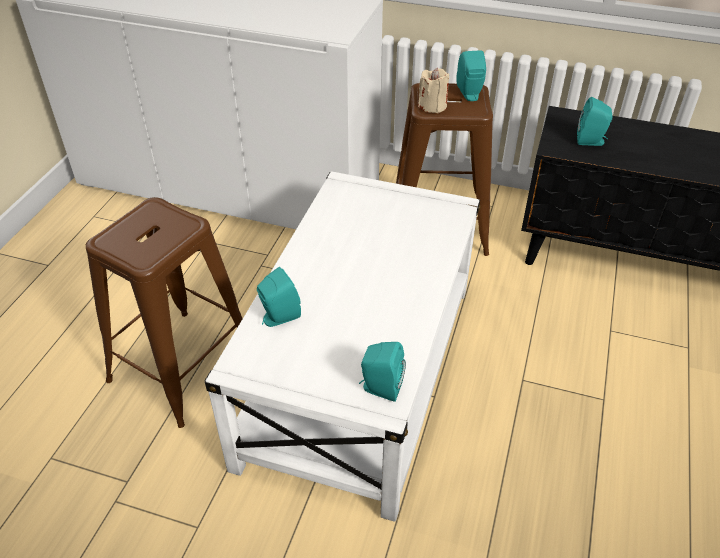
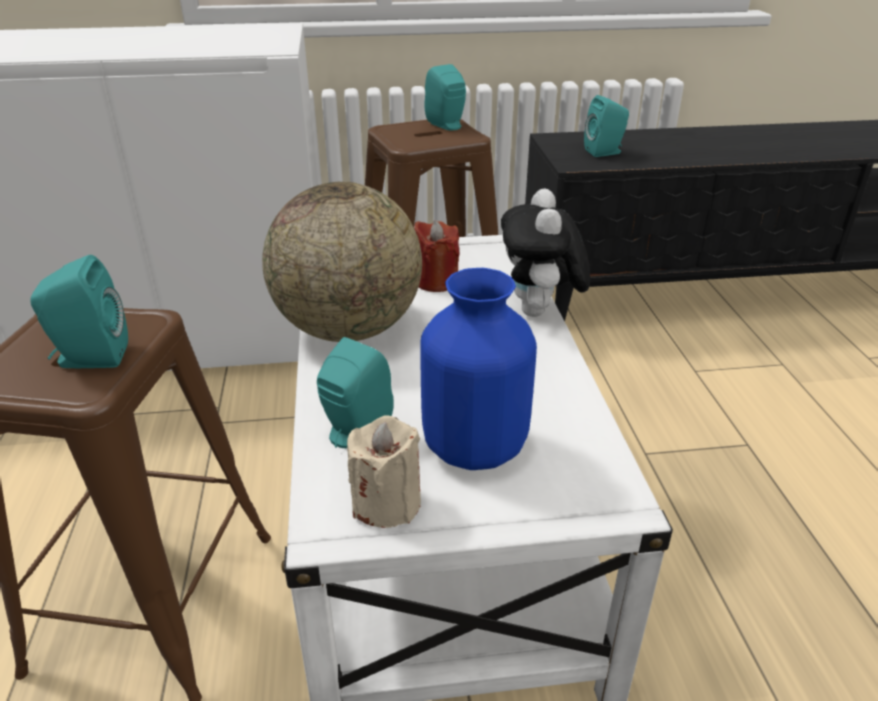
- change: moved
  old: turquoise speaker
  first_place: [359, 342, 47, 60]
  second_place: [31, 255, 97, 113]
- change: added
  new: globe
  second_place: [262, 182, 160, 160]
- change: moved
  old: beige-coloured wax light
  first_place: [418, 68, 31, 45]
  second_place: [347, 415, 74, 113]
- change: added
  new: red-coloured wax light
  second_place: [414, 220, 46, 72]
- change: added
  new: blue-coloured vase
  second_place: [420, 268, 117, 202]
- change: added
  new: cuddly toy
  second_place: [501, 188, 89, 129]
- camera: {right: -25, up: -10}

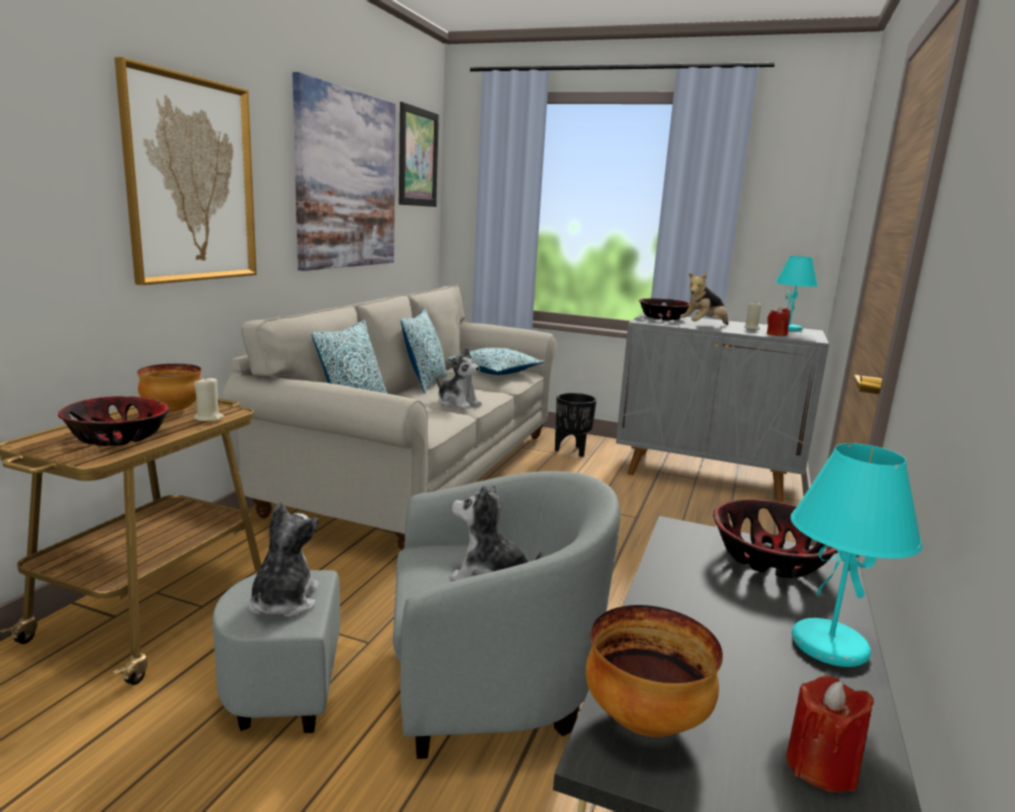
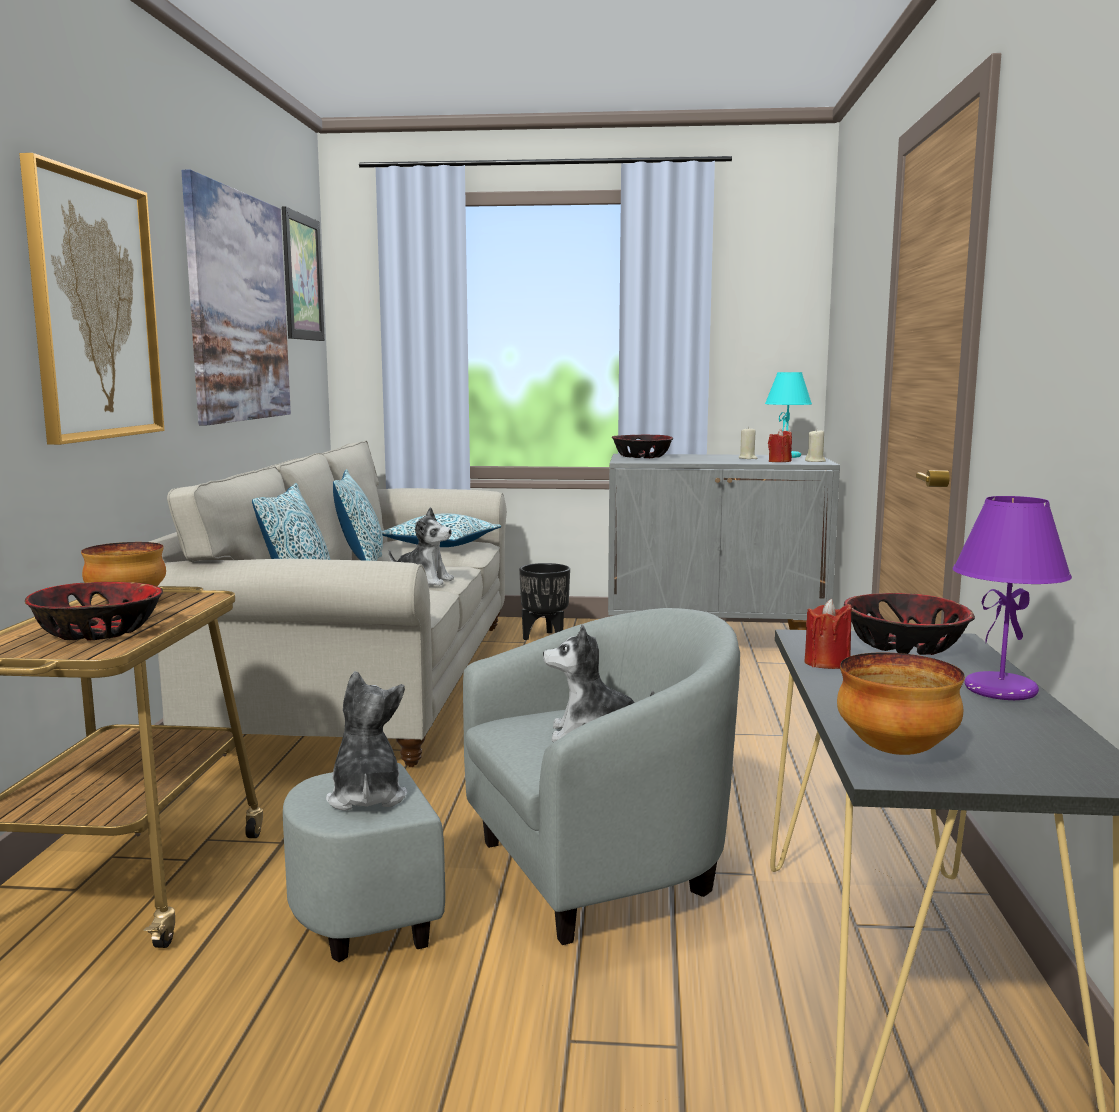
- change: moved
  old: beige-coloured wax light
  first_place: [194, 377, 30, 44]
  second_place: [805, 429, 21, 33]
- change: moved
  old: red-coloured wax light
  first_place: [786, 675, 88, 117]
  second_place: [805, 599, 47, 70]
- change: recoloured
  old: turquoise tabletop lamp
  new: purple tabletop lamp
  first_place: [790, 443, 133, 224]
  second_place: [953, 496, 119, 204]
- change: removed
  old: cuddly toy
  first_place: [680, 273, 48, 52]
- camera: {right: -15, up: -5}

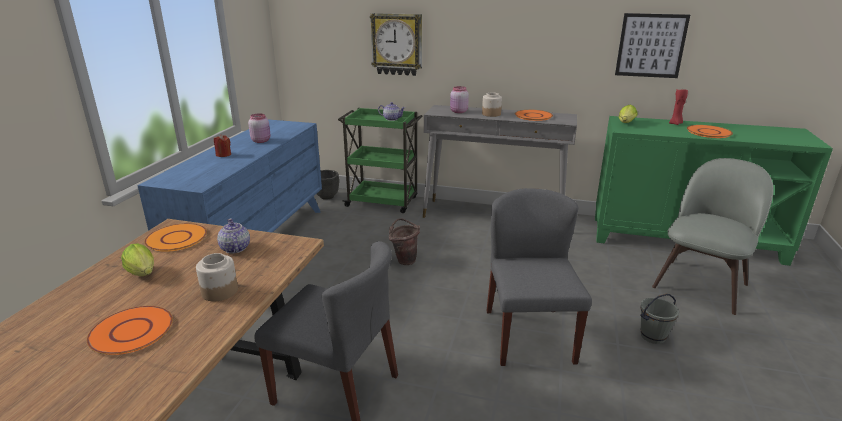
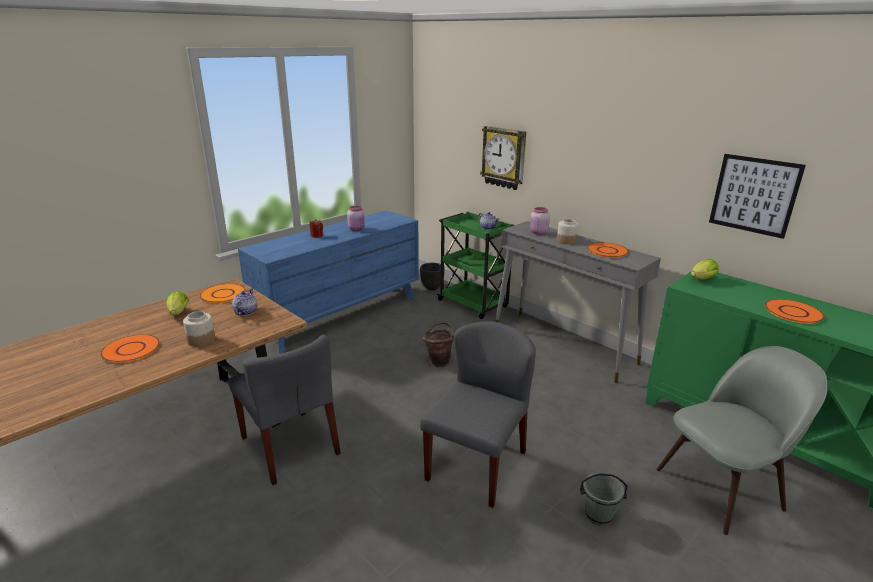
- change: removed
  old: red-coloured wax light
  first_place: [669, 89, 19, 36]
- camera: {right: 30, up: 0}

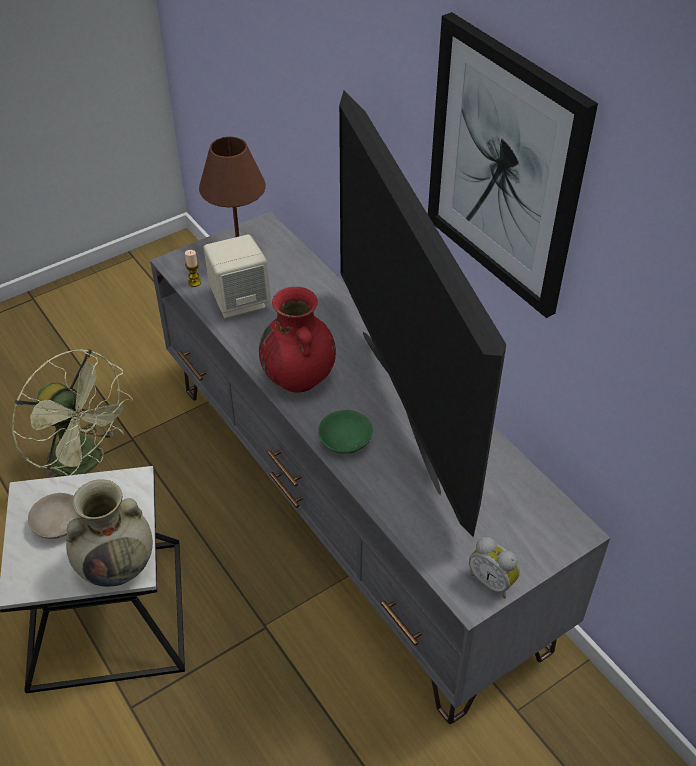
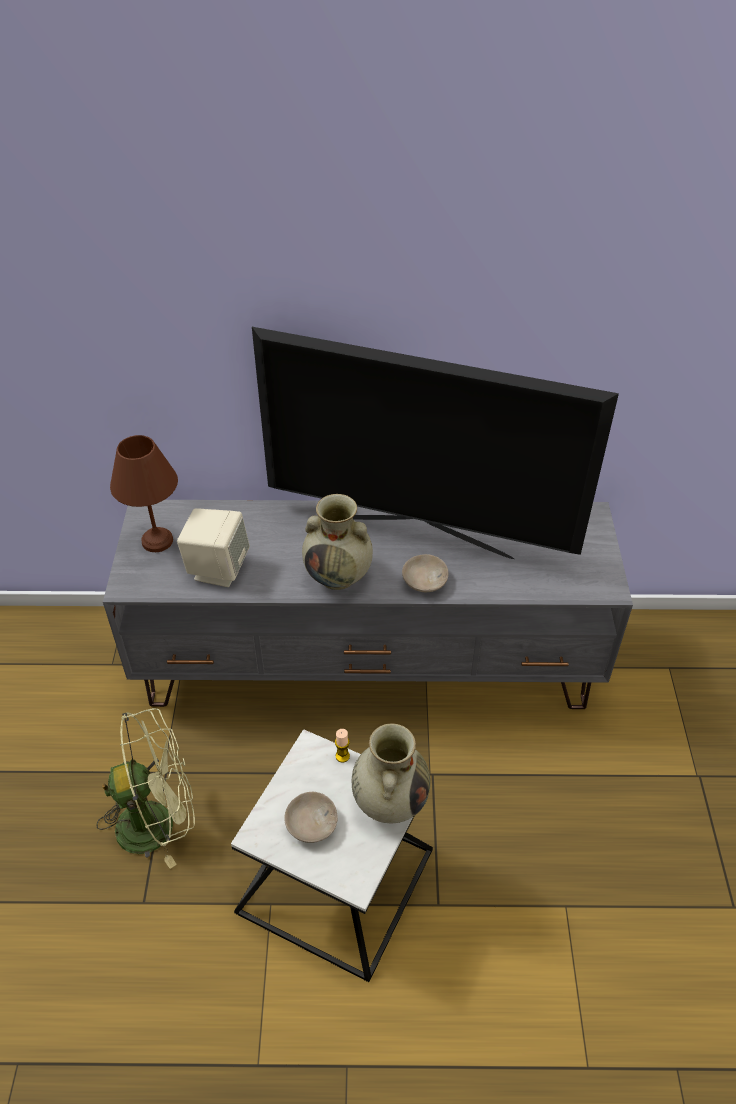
- change: recoloured
  old: red-coloured vase
  new: beige-coloured vase
  first_place: [259, 287, 77, 106]
  second_place: [302, 494, 71, 96]
- change: moved
  old: wax light
  first_place: [185, 250, 16, 37]
  second_place: [335, 729, 15, 34]
- change: recoloured
  old: green serving bowl
  new: beige-coloured serving bowl
  first_place: [318, 410, 55, 44]
  second_place: [402, 554, 46, 38]
- change: removed
  old: picture
  first_place: [428, 12, 170, 306]
- change: removed
  old: table clock
  first_place: [469, 537, 51, 61]
- camera: {right: -55, up: 0}

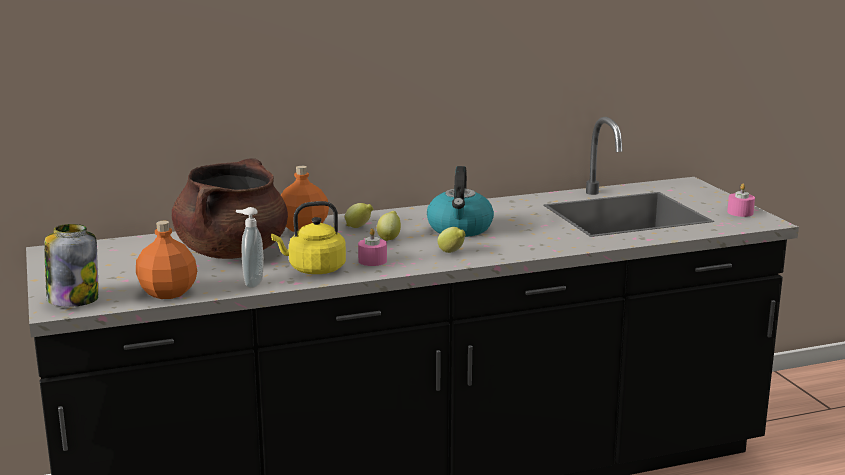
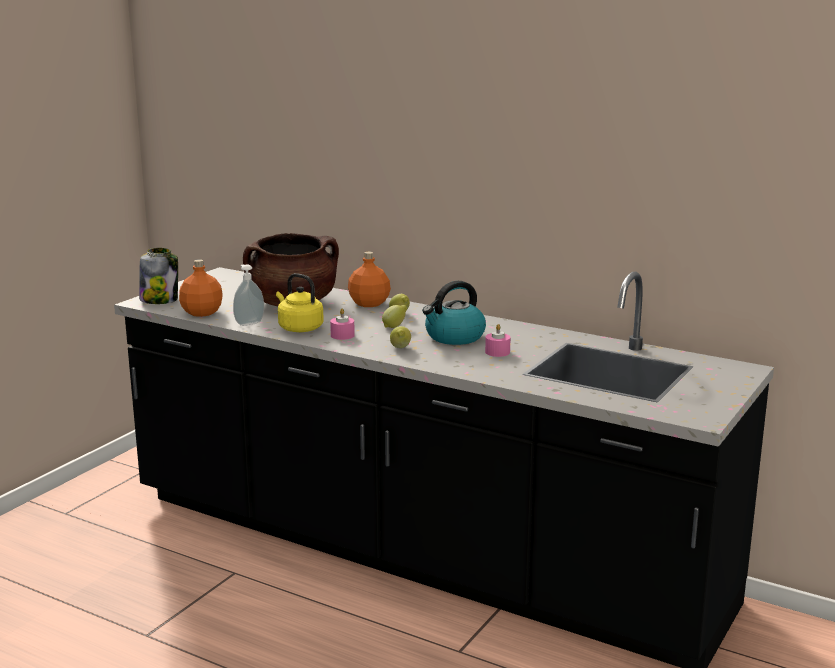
- change: moved
  old: pinkish wax light
  first_place: [727, 184, 28, 33]
  second_place: [485, 324, 26, 33]
- camera: {right: 50, up: 0}

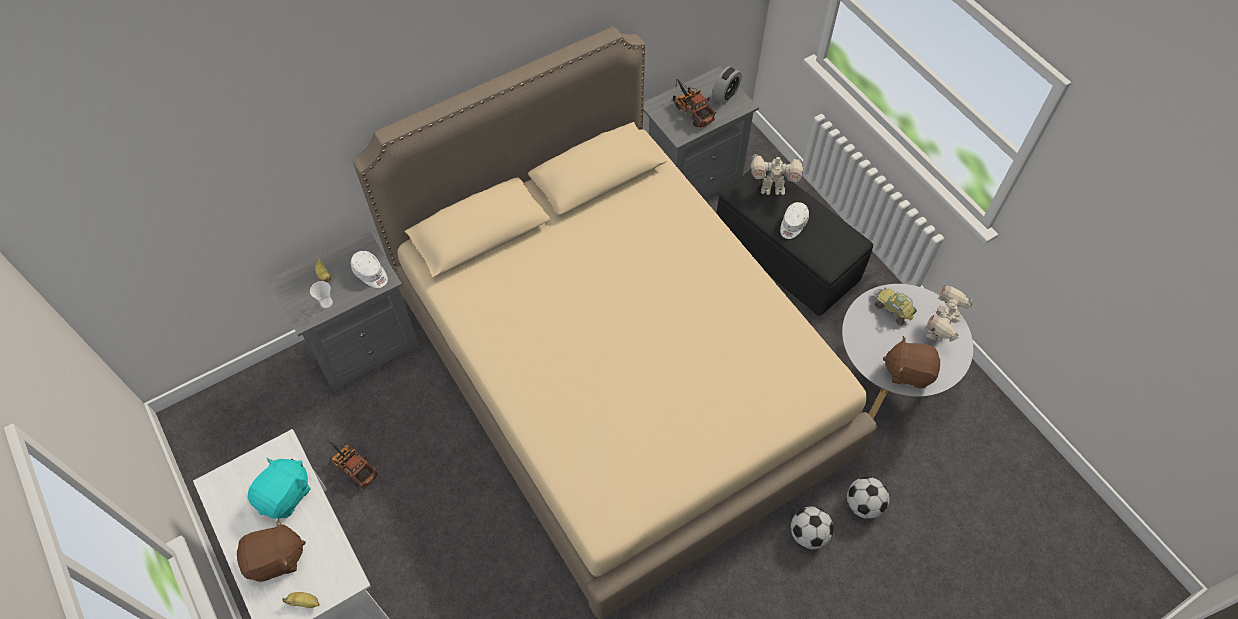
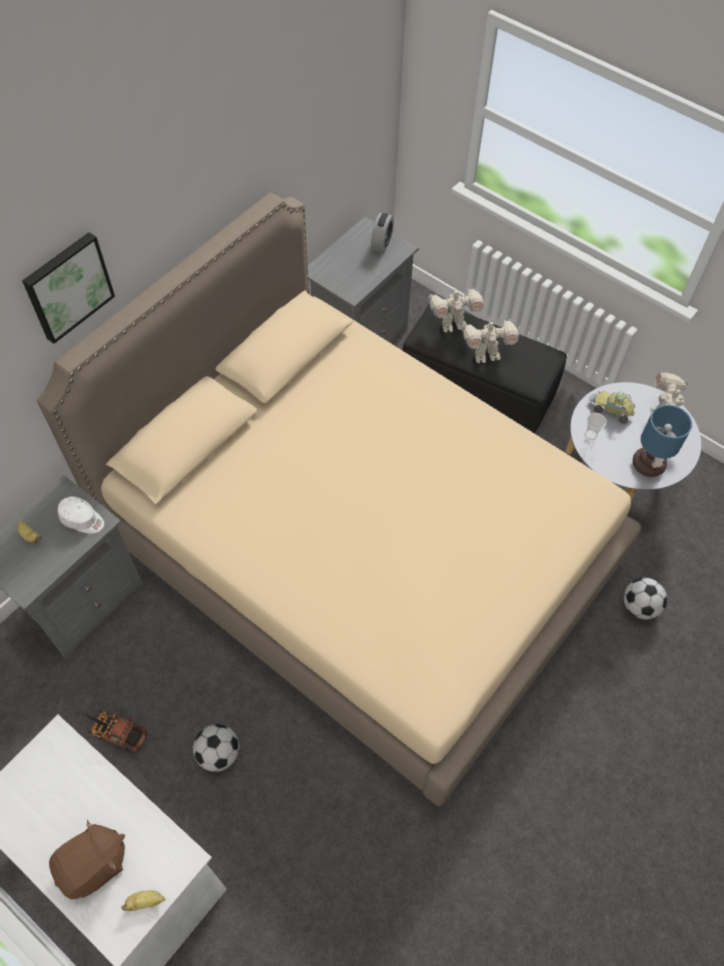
- change: added
  new: picture
  second_place: [22, 232, 93, 112]
- change: moved
  old: football ball
  first_place: [791, 506, 43, 43]
  second_place: [193, 724, 46, 48]
- change: replaced
  old: white-coloured baseball cap
  new: toy robot
  first_place: [780, 202, 29, 37]
  second_place: [462, 319, 57, 44]
- change: moved
  old: small cup
  first_place: [310, 281, 23, 28]
  second_place: [585, 413, 22, 27]
- change: replaced
  old: brown-coloured cuddly toy
  new: tabletop lamp
  first_place: [883, 336, 57, 52]
  second_place: [633, 405, 59, 72]
- change: removed
  old: turquoise cuddly toy
  first_place: [248, 457, 63, 62]
- change: removed
  old: toy lorry
  first_place: [673, 79, 43, 49]
- camera: {right: -20, up: 0}

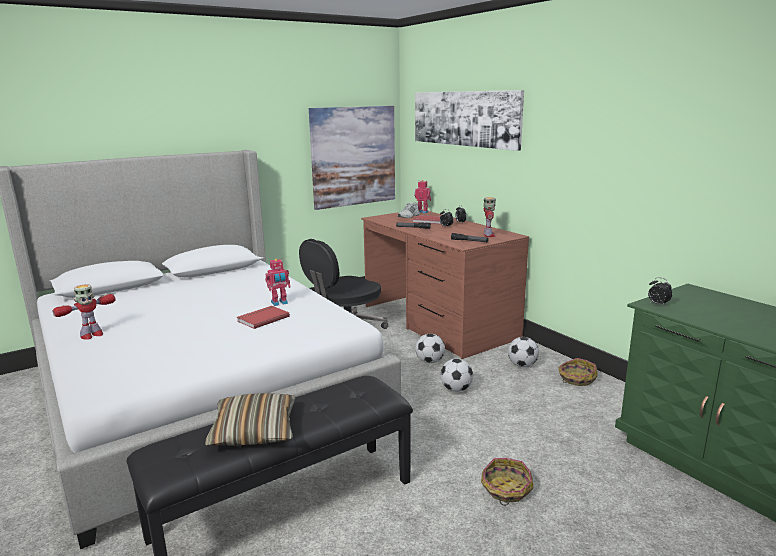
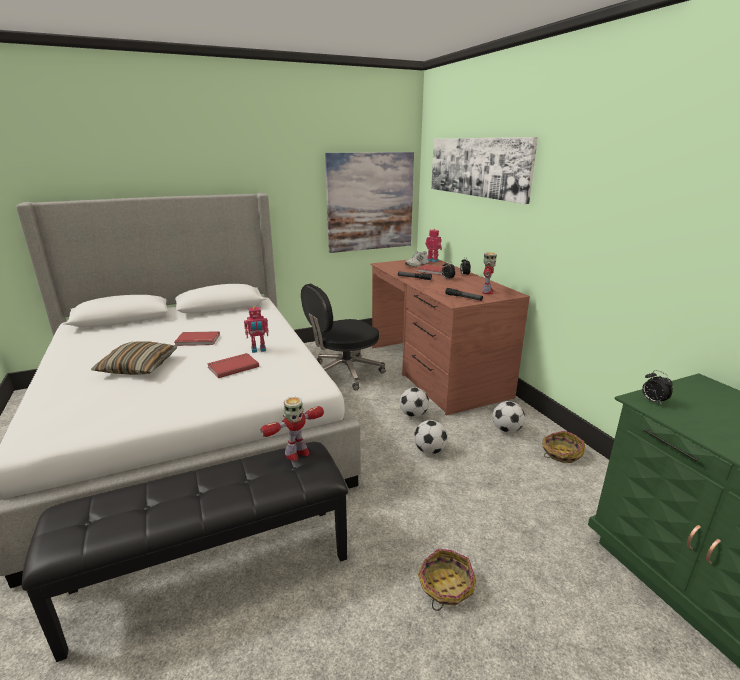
- change: moved
  old: pillow
  first_place: [205, 393, 90, 53]
  second_place: [91, 341, 86, 34]
- change: added
  new: red-coloured bound book
  second_place: [174, 331, 46, 15]
- change: moved
  old: toy robot
  first_place: [52, 284, 64, 56]
  second_place: [260, 397, 64, 64]
- camera: {right: 10, up: 5}

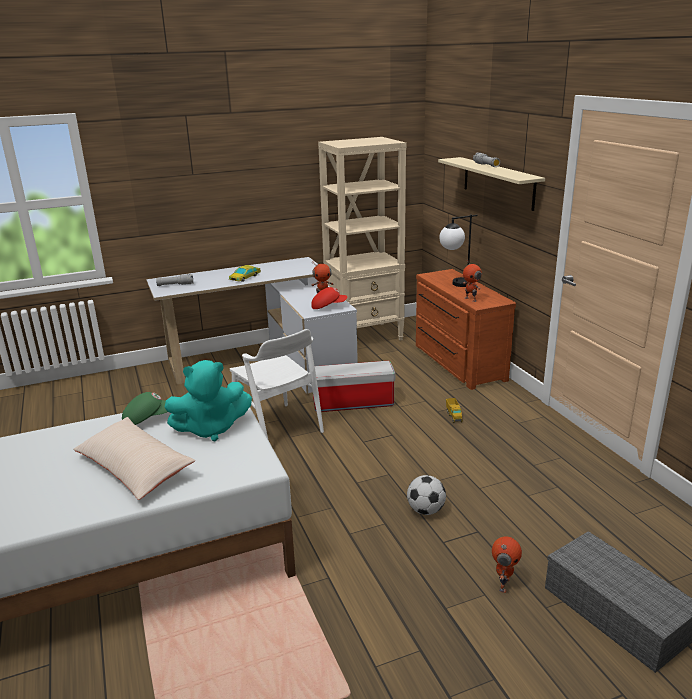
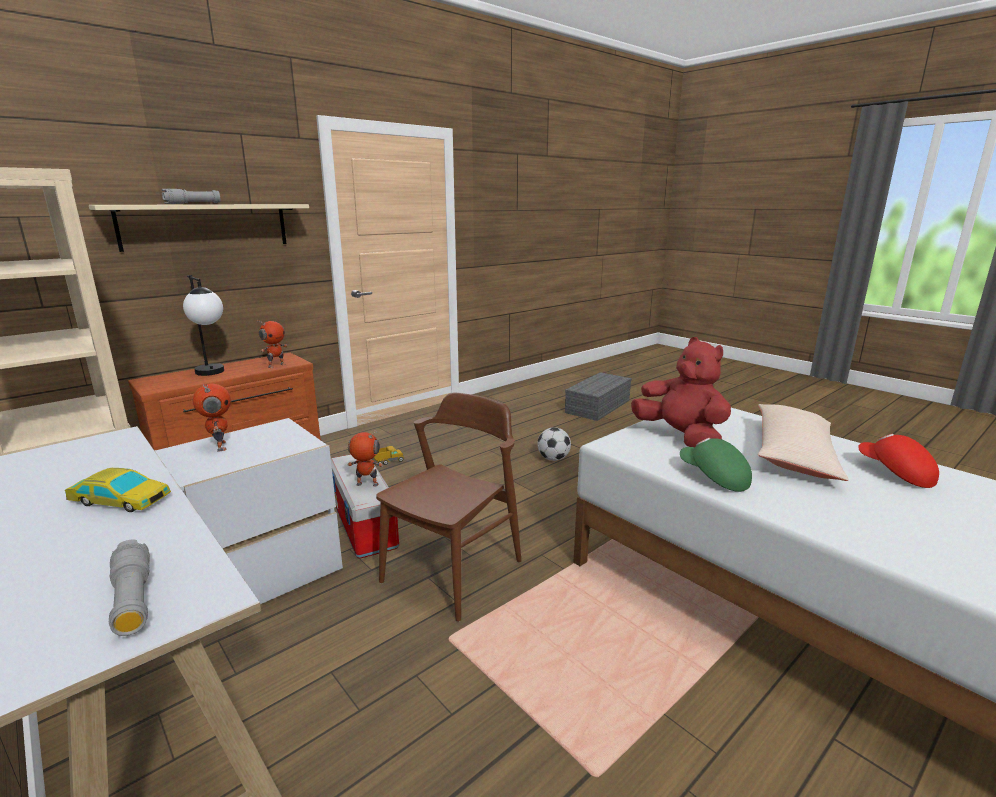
- change: moved
  old: toy robot
  first_place: [492, 536, 30, 57]
  second_place: [348, 431, 35, 55]
- change: recoloured
  old: white-coloured chair
  new: brown-coloured chair
  first_place: [230, 329, 94, 112]
  second_place: [376, 392, 145, 230]
- change: recoloured
  old: turquoise cuddly toy
  new: red-coloured cuddly toy
  first_place: [164, 360, 88, 81]
  second_place: [631, 337, 100, 110]
- change: moved
  old: red-coloured baseball cap
  first_place: [311, 287, 36, 22]
  second_place: [858, 434, 81, 54]
- camera: {right: -110, up: -5}

